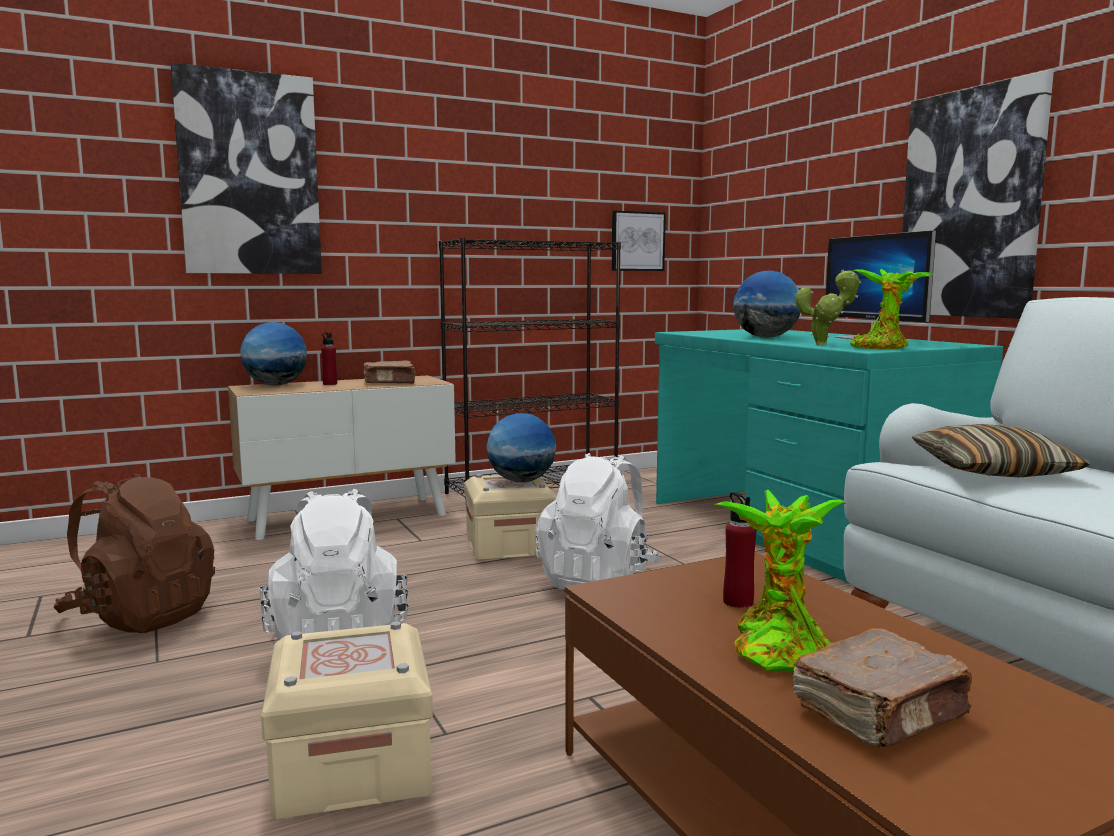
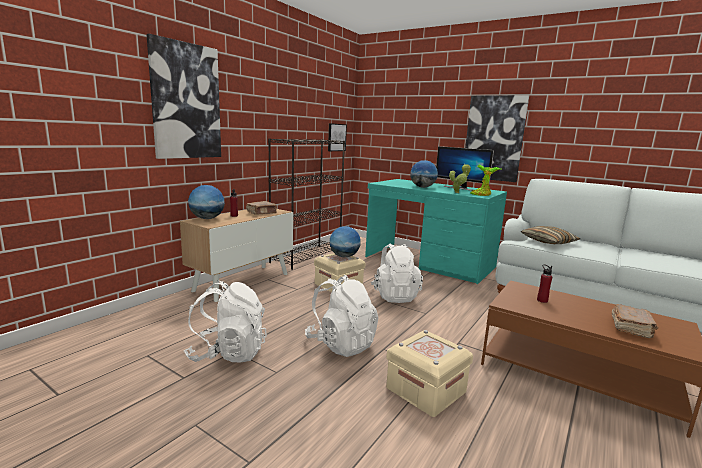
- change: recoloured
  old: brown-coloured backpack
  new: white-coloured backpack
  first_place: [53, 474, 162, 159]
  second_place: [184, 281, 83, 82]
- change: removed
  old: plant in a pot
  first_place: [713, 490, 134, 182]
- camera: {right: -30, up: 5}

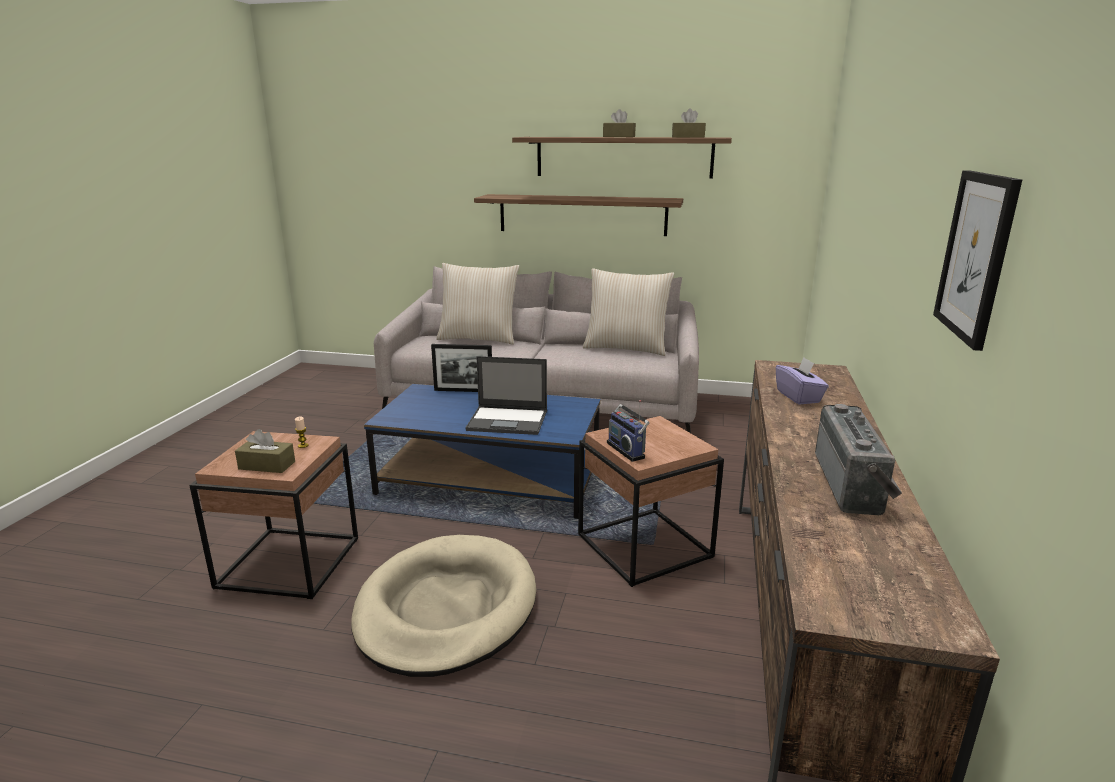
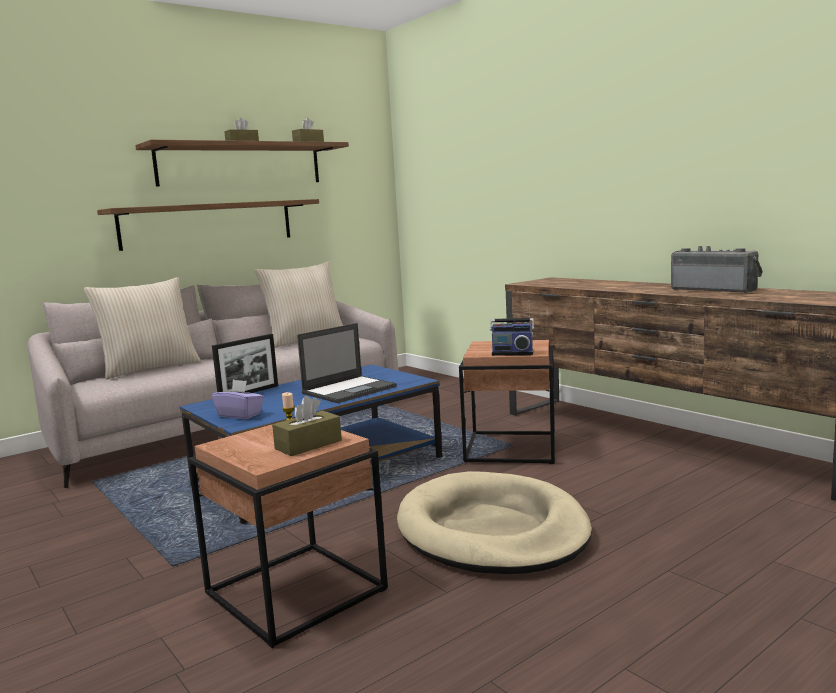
- change: moved
  old: purple tissue box
  first_place: [776, 357, 53, 48]
  second_place: [211, 380, 53, 39]
- change: removed
  old: picture
  first_place: [933, 171, 89, 180]
- camera: {right: -50, up: -10}

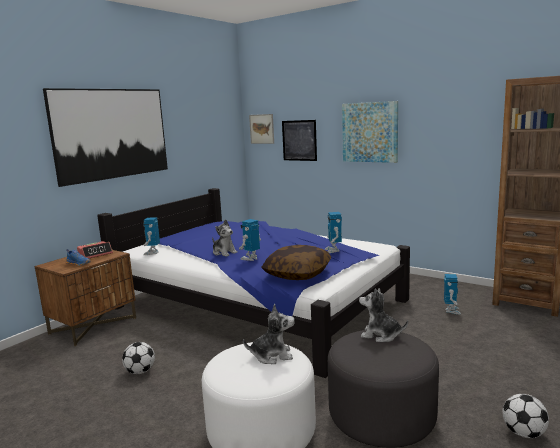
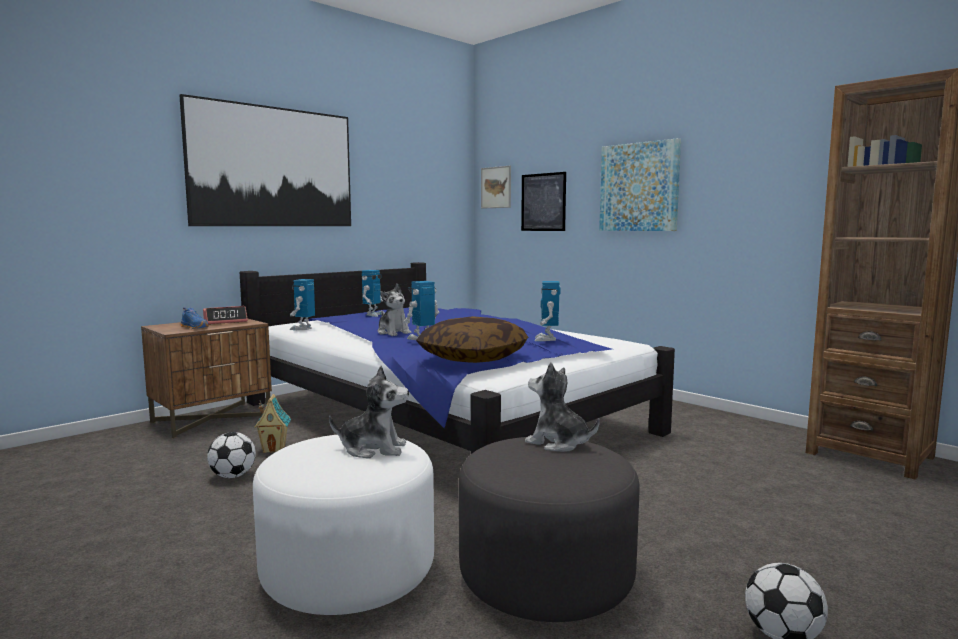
- change: added
  new: toy house
  second_place: [254, 394, 37, 59]
- change: moved
  old: toy robot
  first_place: [444, 274, 17, 40]
  second_place: [362, 270, 23, 47]
- camera: {right: 10, up: -5}

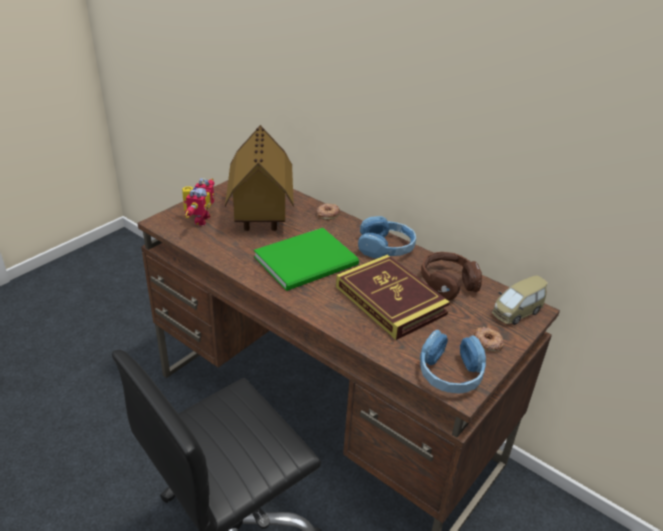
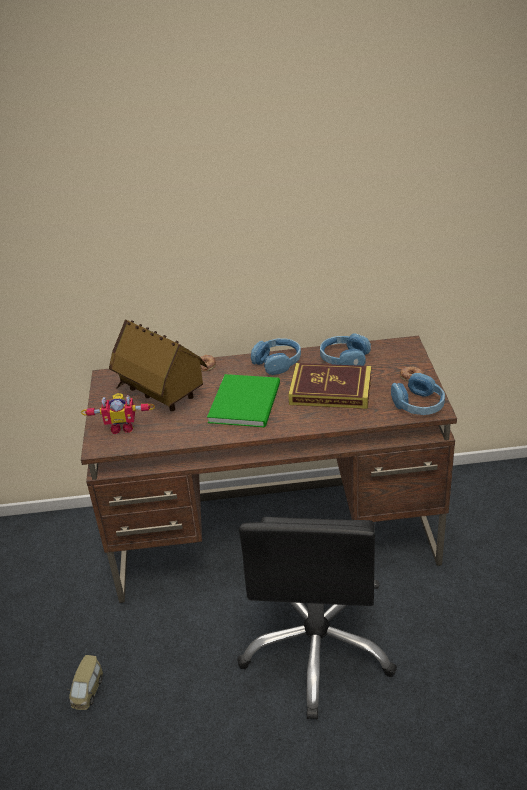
- change: moved
  old: model car
  first_place: [492, 275, 56, 50]
  second_place: [67, 655, 36, 55]
- change: turned
  old: toy robot
  first_place: [182, 178, 32, 48]
  second_place: [81, 393, 74, 41]
  degrees: 120
- change: recoloured
  old: brown-coloured headphones
  new: blue-coloured headphones
  first_place: [421, 252, 61, 48]
  second_place: [320, 333, 51, 33]
- camera: {right: -40, up: 0}

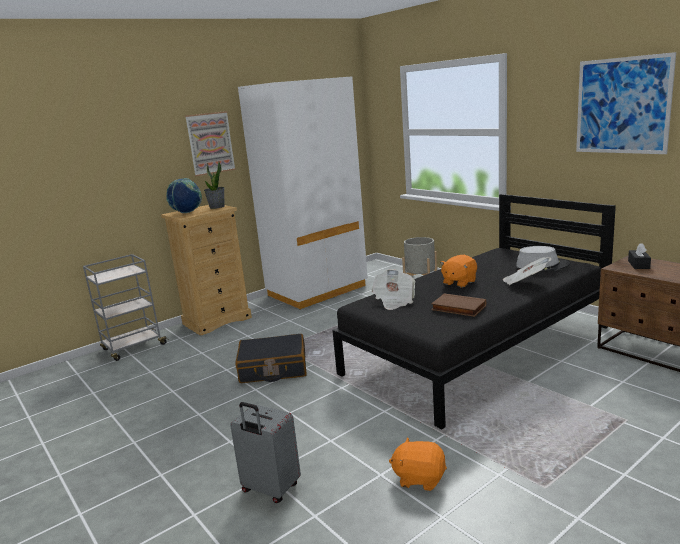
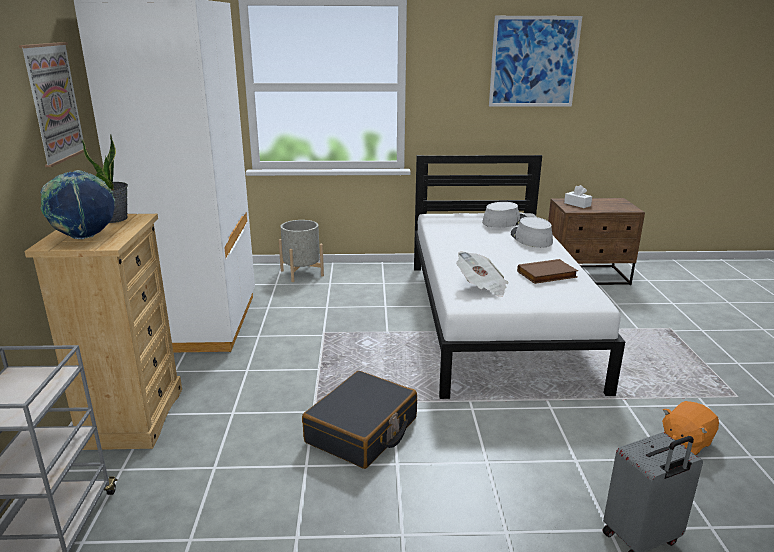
- change: recoloured
  old: black bedroom bed
  new: white-coloured bedroom bed
  first_place: [332, 194, 284, 235]
  second_place: [414, 155, 211, 244]
- change: replaced
  old: printed paper
  new: gray wearable hat
  first_place: [503, 257, 48, 28]
  second_place: [511, 217, 42, 31]
- change: recoloured
  old: black tissue box
  new: white-coloured tissue box
  first_place: [628, 243, 23, 26]
  second_place: [564, 185, 28, 23]
- change: removed
  old: orange-coloured cuddly toy
  first_place: [440, 255, 37, 33]
- camera: {right: -55, up: 5}

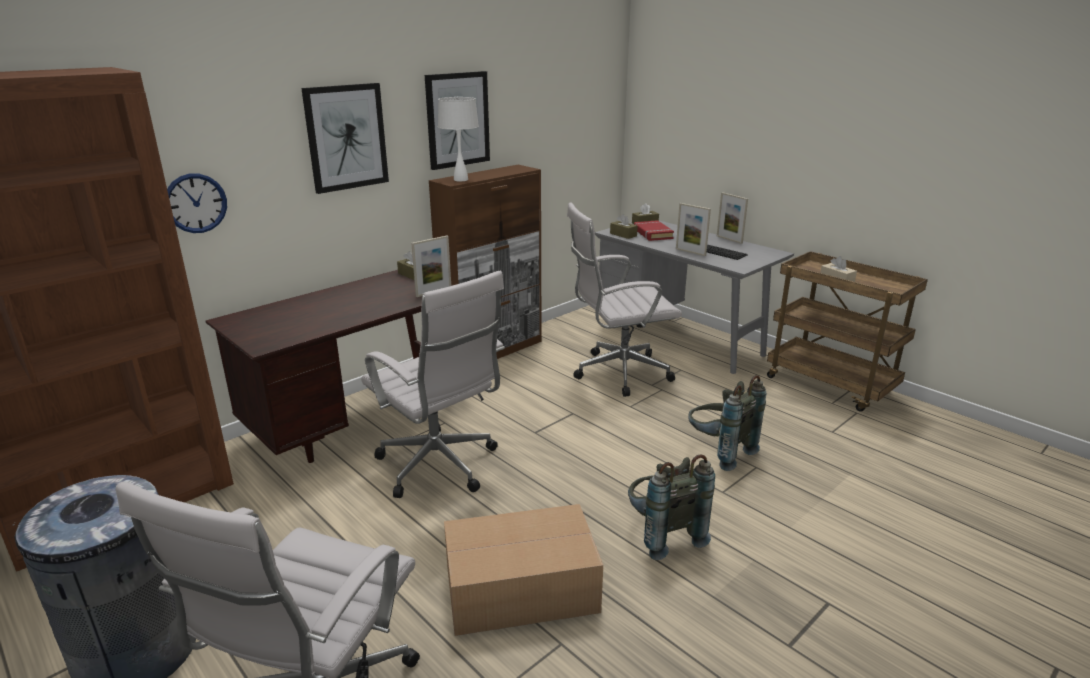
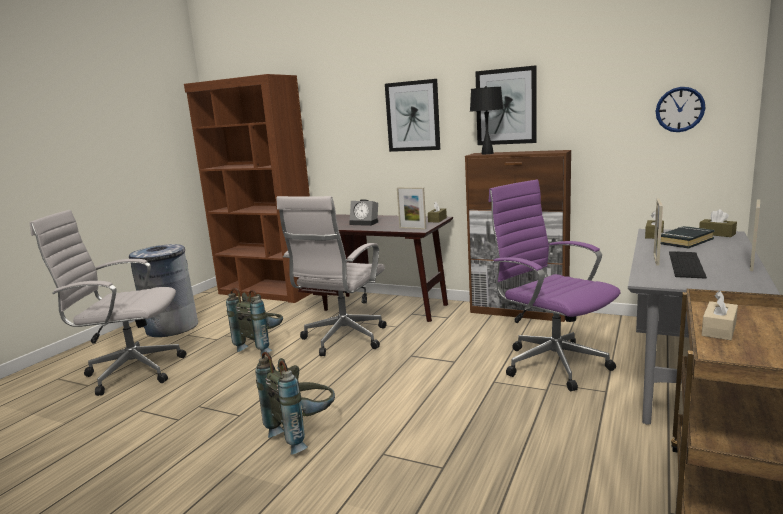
- change: moved
  old: gray backpack
  first_place: [688, 375, 78, 96]
  second_place: [226, 288, 57, 68]
- change: added
  new: table clock
  second_place: [349, 199, 29, 27]
- change: recoloured
  old: white-coloured tabletop lamp
  new: black tabletop lamp
  first_place: [438, 96, 41, 85]
  second_place: [470, 86, 33, 68]
- change: recoloured
  old: white-coloured desk chair
  new: purple desk chair
  first_place: [567, 202, 115, 195]
  second_place: [488, 180, 133, 211]
- change: moved
  old: hanging clock
  first_place: [167, 173, 60, 60]
  second_place: [656, 87, 49, 45]
- change: recoloured
  old: red-coloured bound book
  new: black bound book
  first_place: [634, 220, 40, 21]
  second_place: [661, 226, 54, 23]
- change: removed
  old: carton
  first_place: [444, 504, 159, 132]
- camera: {right: 70, up: -10}

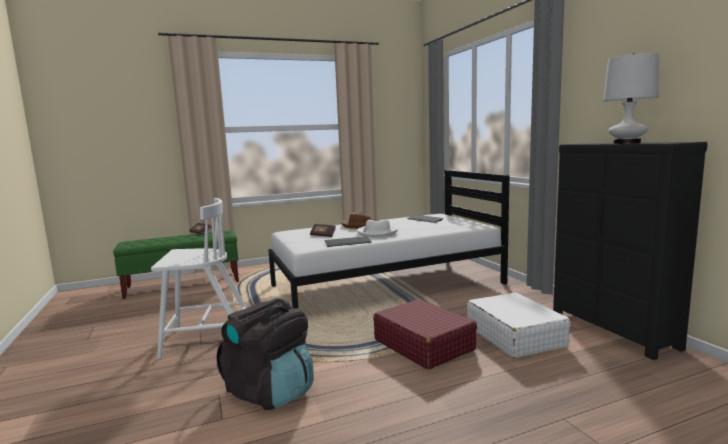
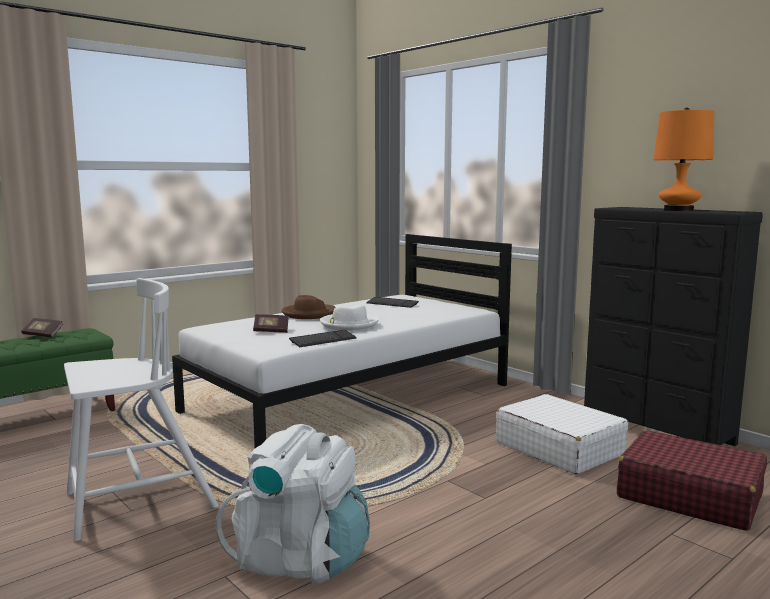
- change: recoloured
  old: black backpack
  new: white-coloured backpack
  first_place: [217, 298, 97, 112]
  second_place: [216, 424, 154, 160]
- change: moved
  old: red-coloured travel case
  first_place: [373, 299, 104, 70]
  second_place: [617, 430, 150, 101]
- change: recoloured
  old: white-coloured tabletop lamp
  new: orange-coloured tabletop lamp
  first_place: [603, 53, 56, 91]
  second_place: [653, 108, 61, 103]
- camera: {right: -20, up: 0}

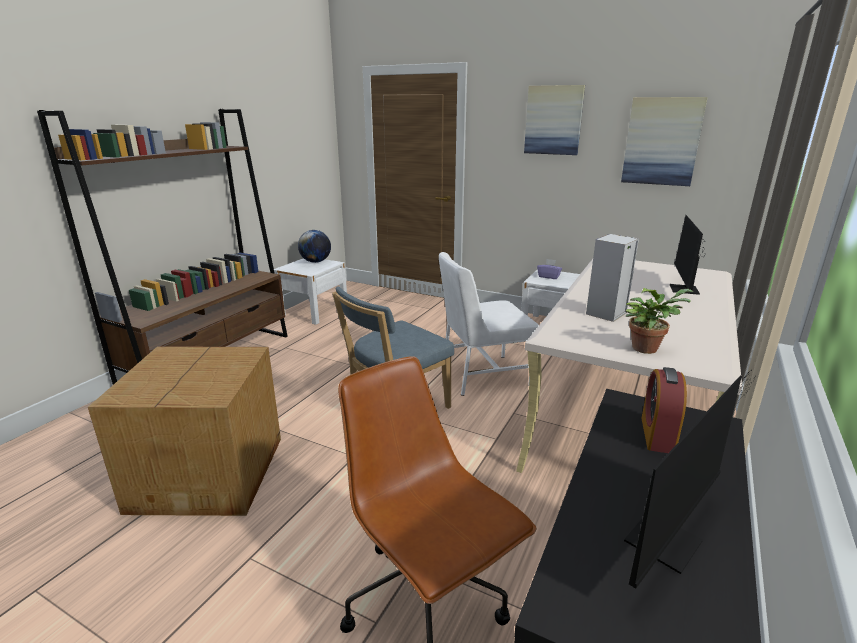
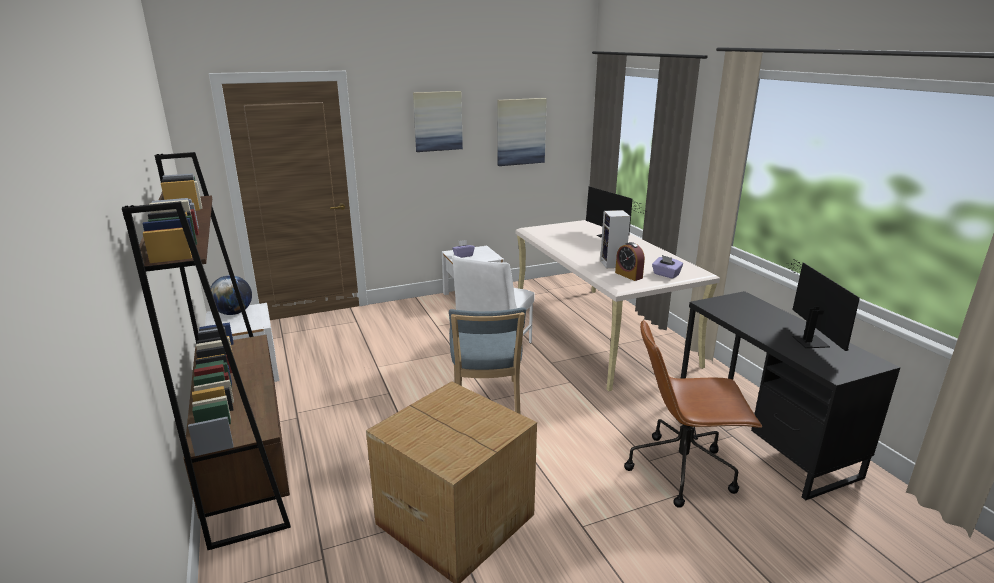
- change: moved
  old: table clock
  first_place: [642, 367, 45, 86]
  second_place: [615, 242, 30, 39]
- change: replaced
  old: plant in a pot
  new: purple tissue box
  first_place: [625, 288, 68, 66]
  second_place: [652, 255, 31, 24]
- camera: {right: -50, up: 0}

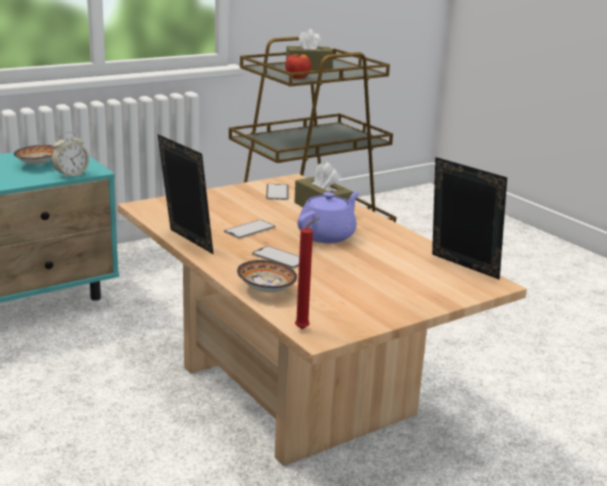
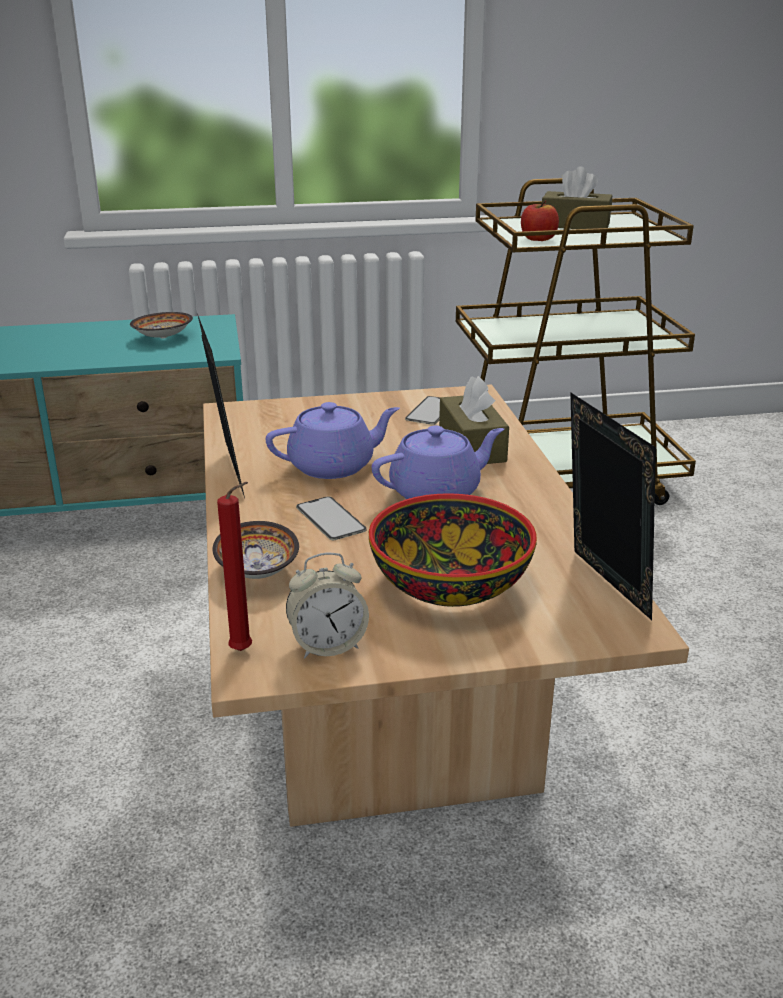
- change: replaced
  old: phone
  new: purple pot for tea
  first_place: [224, 220, 51, 19]
  second_place: [266, 402, 134, 77]
- change: moved
  old: table clock
  first_place: [51, 132, 38, 47]
  second_place: [286, 553, 83, 105]
- change: added
  new: serving bowl
  second_place: [369, 493, 168, 114]
- camera: {right: 25, up: 5}

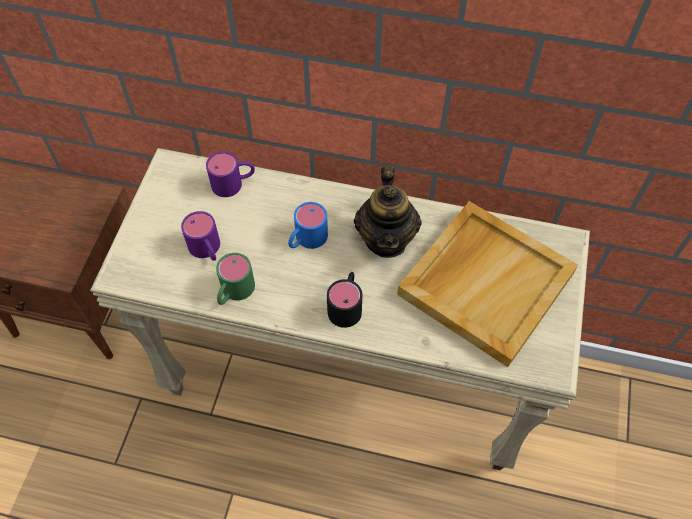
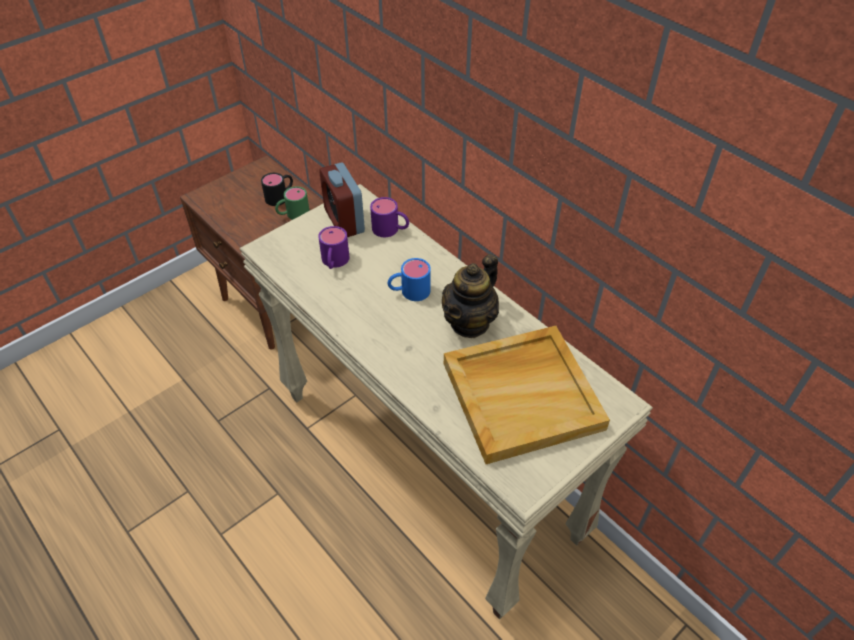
- change: moved
  old: black tea mug
  first_place: [327, 272, 35, 56]
  second_place: [261, 173, 32, 33]
- change: moved
  old: green tea mug
  first_place: [216, 253, 39, 52]
  second_place: [275, 186, 35, 34]
- change: added
  new: table clock
  second_place: [319, 162, 46, 75]
- camera: {right: 35, up: -10}

